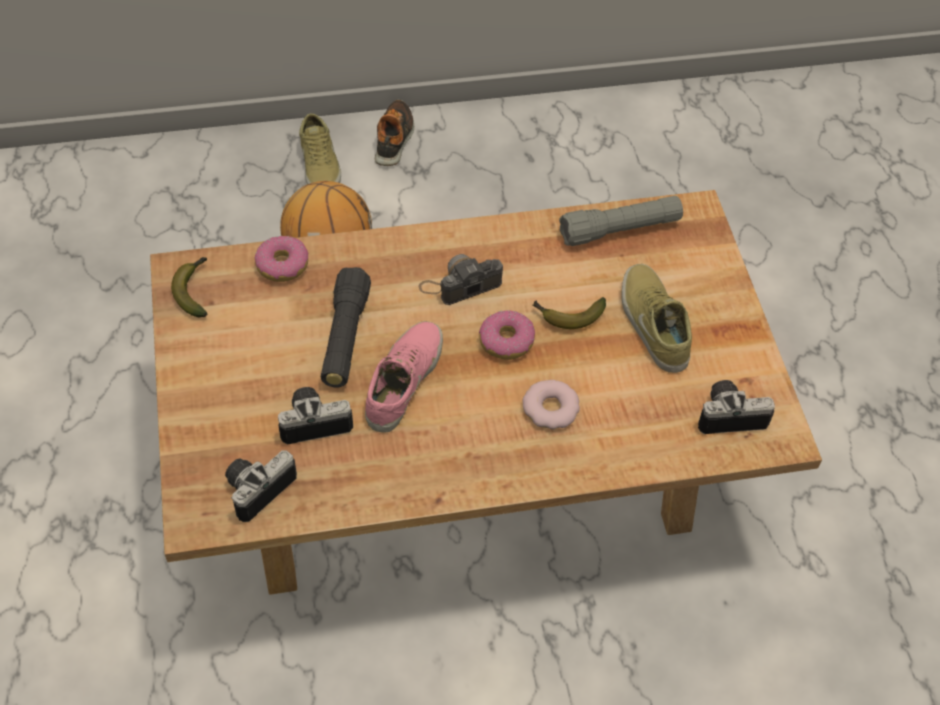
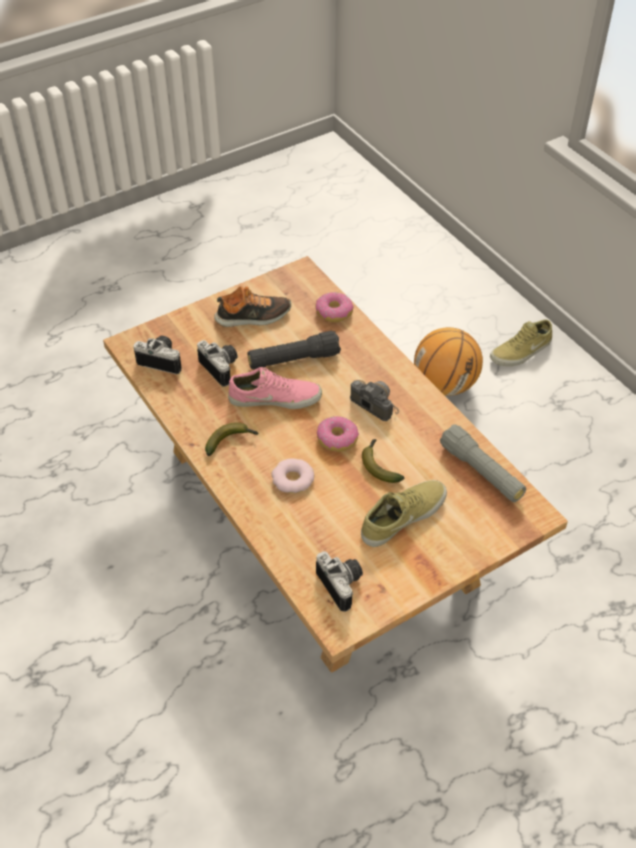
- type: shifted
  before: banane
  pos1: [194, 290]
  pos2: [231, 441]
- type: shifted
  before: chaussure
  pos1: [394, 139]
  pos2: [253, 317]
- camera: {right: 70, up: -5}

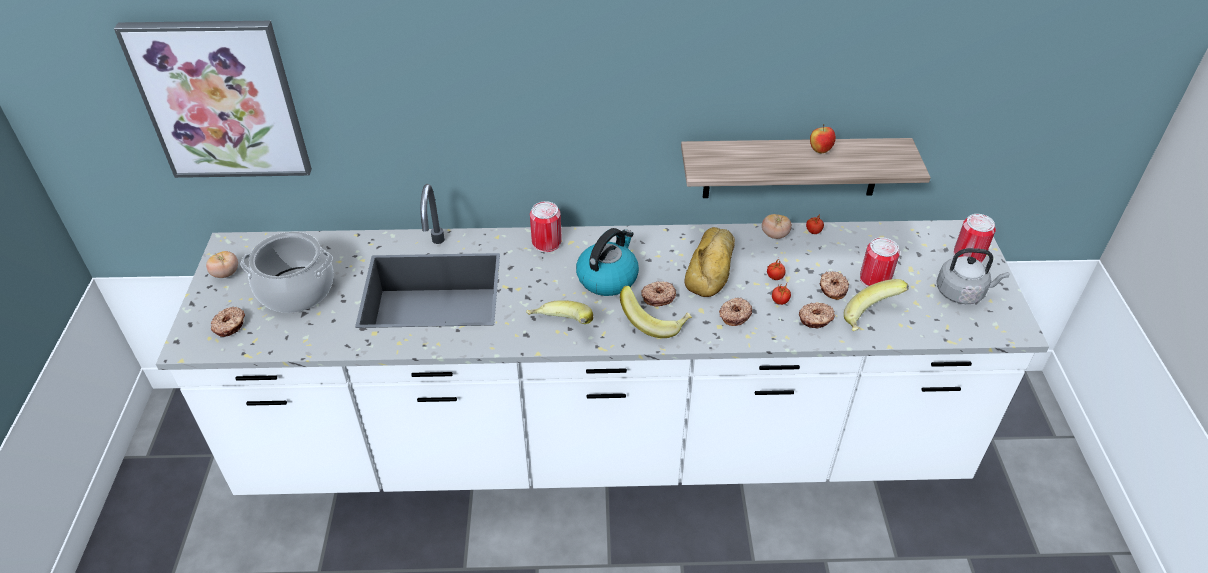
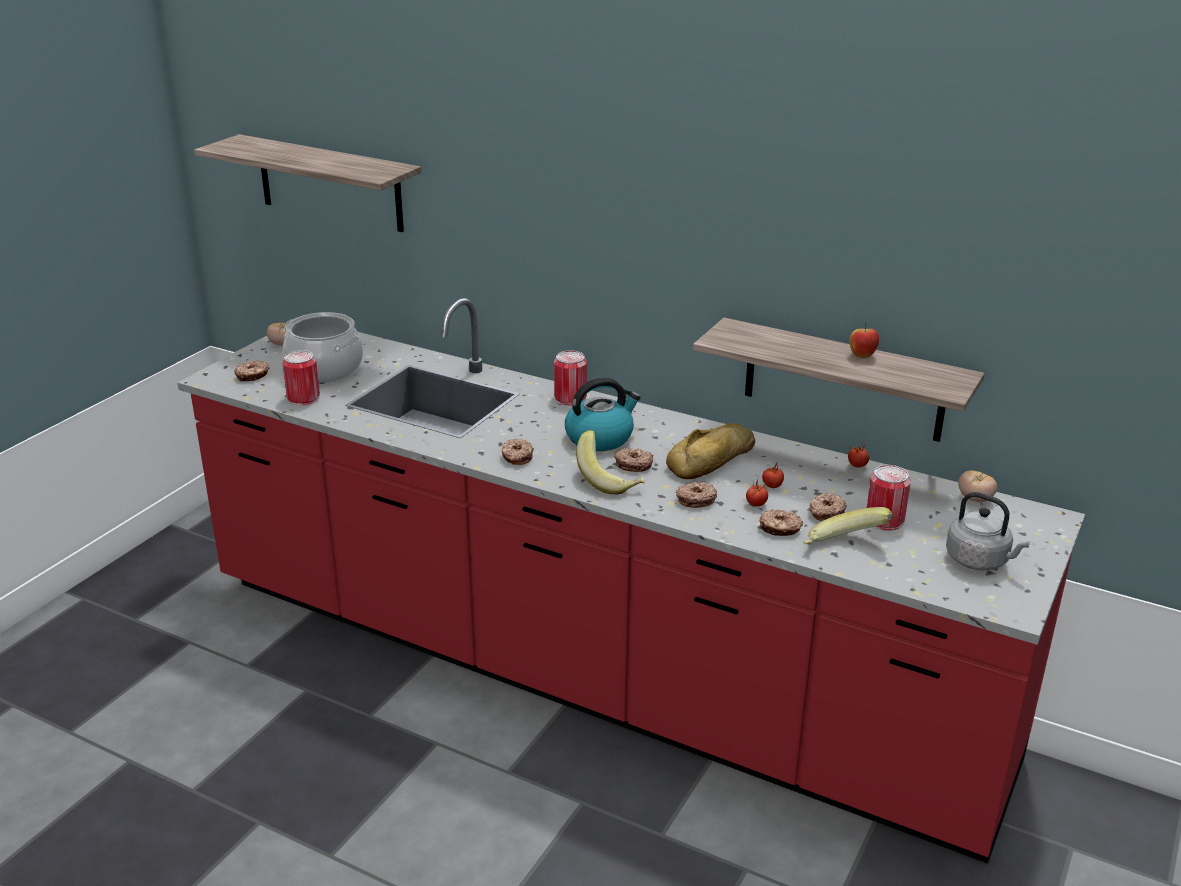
- type: swapped
  before: tableau
  after: étagère
  pos1: [221, 100]
  pos2: [330, 183]
- type: repainted
  before: comptoir de cuisine [blanc]
  after: comptoir de cuisine [rouge]
  pos1: [604, 445]
  pos2: [589, 673]
- type: swapped
  before: banane
  after: beignet
  pos1: [560, 327]
  pos2: [516, 457]
- type: shifted
  before: tomate
  pos1: [775, 235]
  pos2: [975, 499]
- type: shifted
  before: boîte métallique
  pos1: [968, 255]
  pos2: [303, 398]
- camera: {right: 30, up: -15}

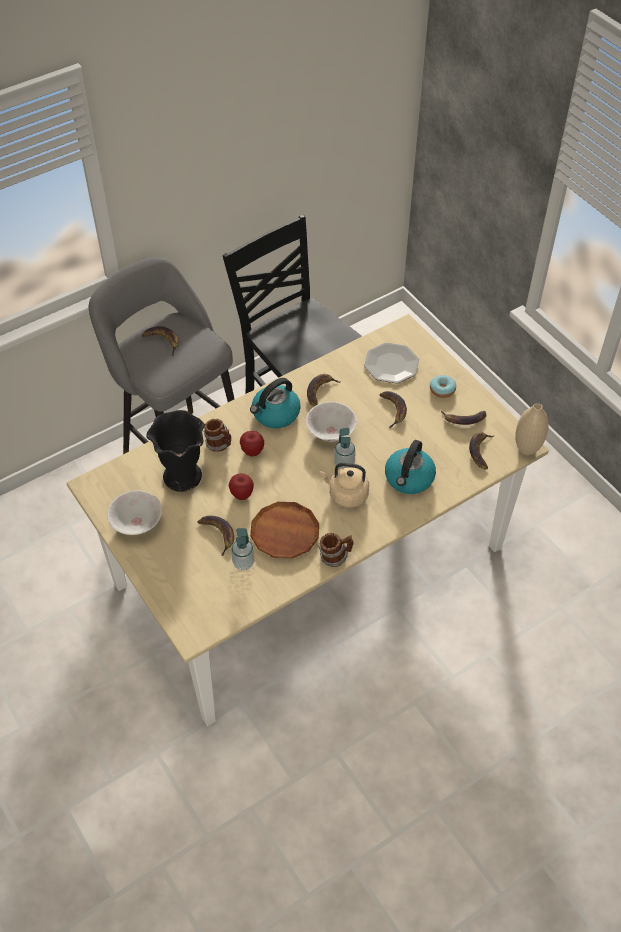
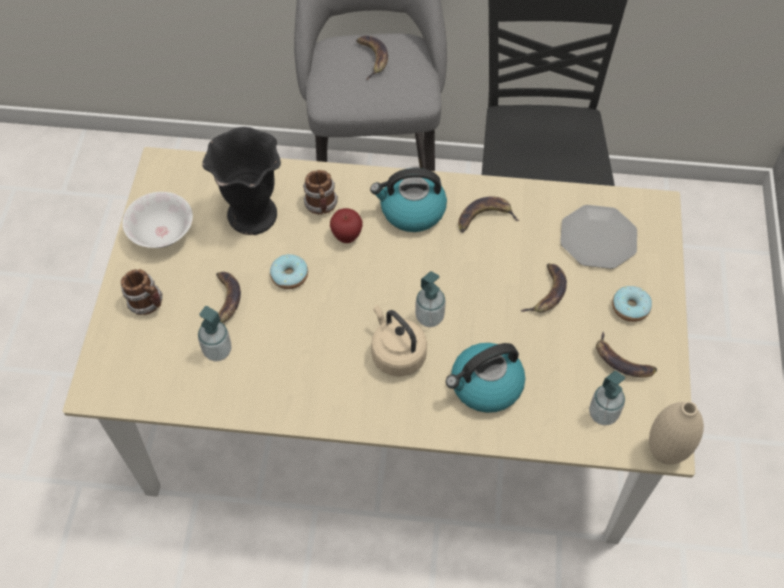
- type: swapped
  before: pomme
  after: beignet
  pos1: [242, 495]
  pos2: [289, 276]
- type: gone
  before: assiette [marron]
  pos1: [285, 533]
- type: gone
  before: bol [blanc]
  pos1: [331, 432]
- type: shifted
  before: mug
  pos1: [335, 557]
  pos2: [148, 304]
- type: swapped
  before: banane
  after: distributeur de savon
  pos1: [480, 451]
  pos2: [603, 414]
- camera: {right: 40, up: 5}

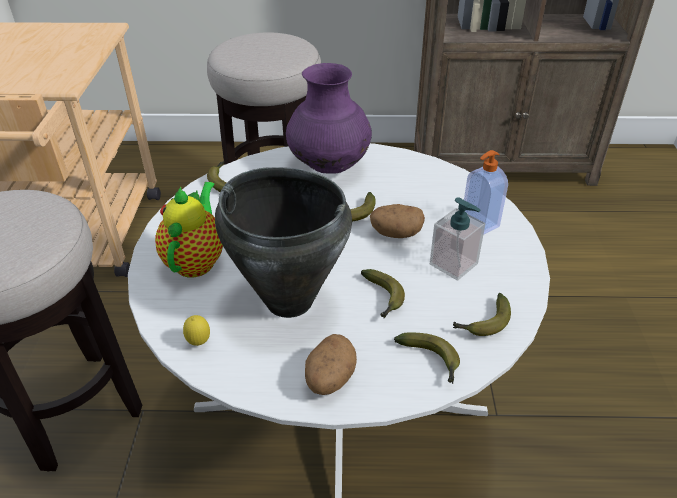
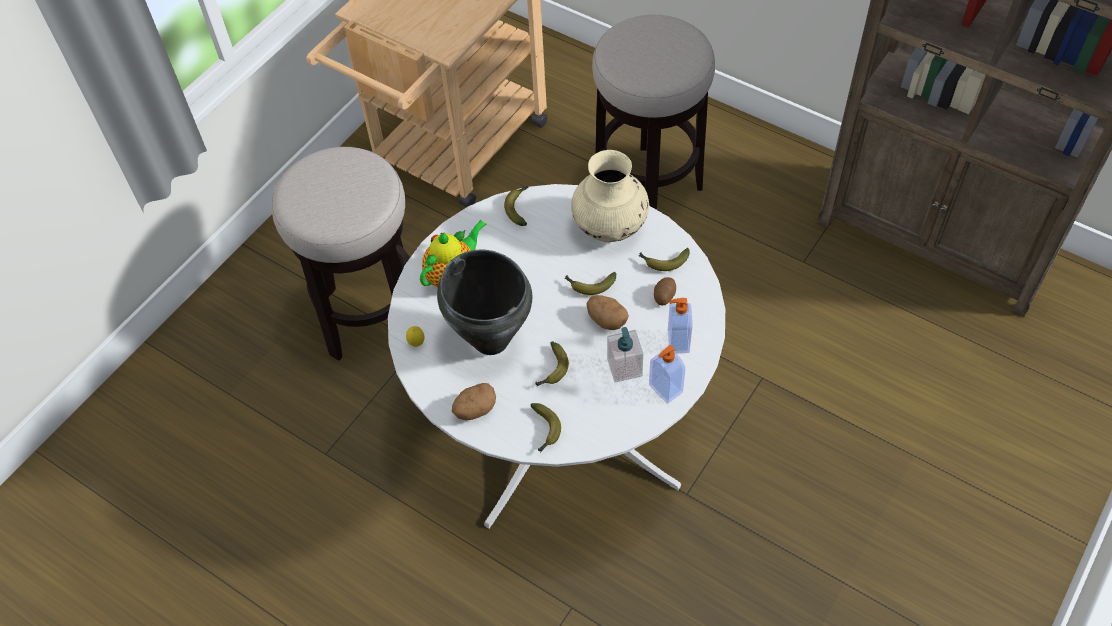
- type: repainted
  before: vase [violet]
  after: vase [beige]
  pos1: [329, 167]
  pos2: [610, 227]
- type: shifted
  before: banane
  pos1: [483, 323]
  pos2: [663, 262]
- type: new
  after: distributeur de savon
  pos2: [664, 389]
- type: new
  after: pomme de terre
  pos2: [664, 296]
- camera: {right: 35, up: 15}

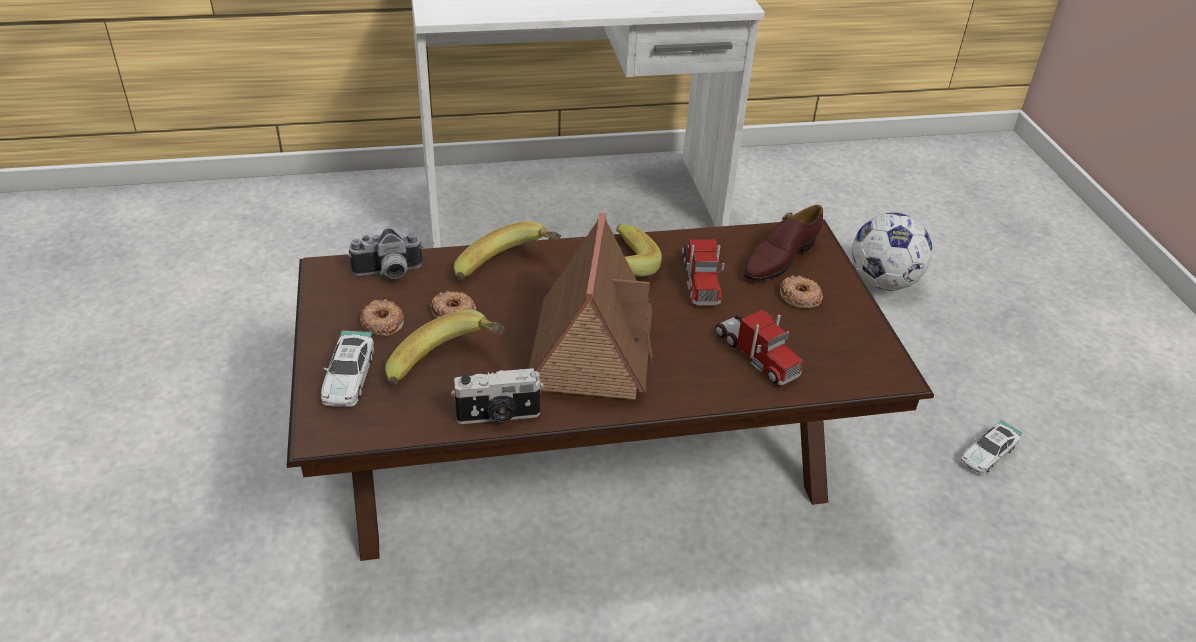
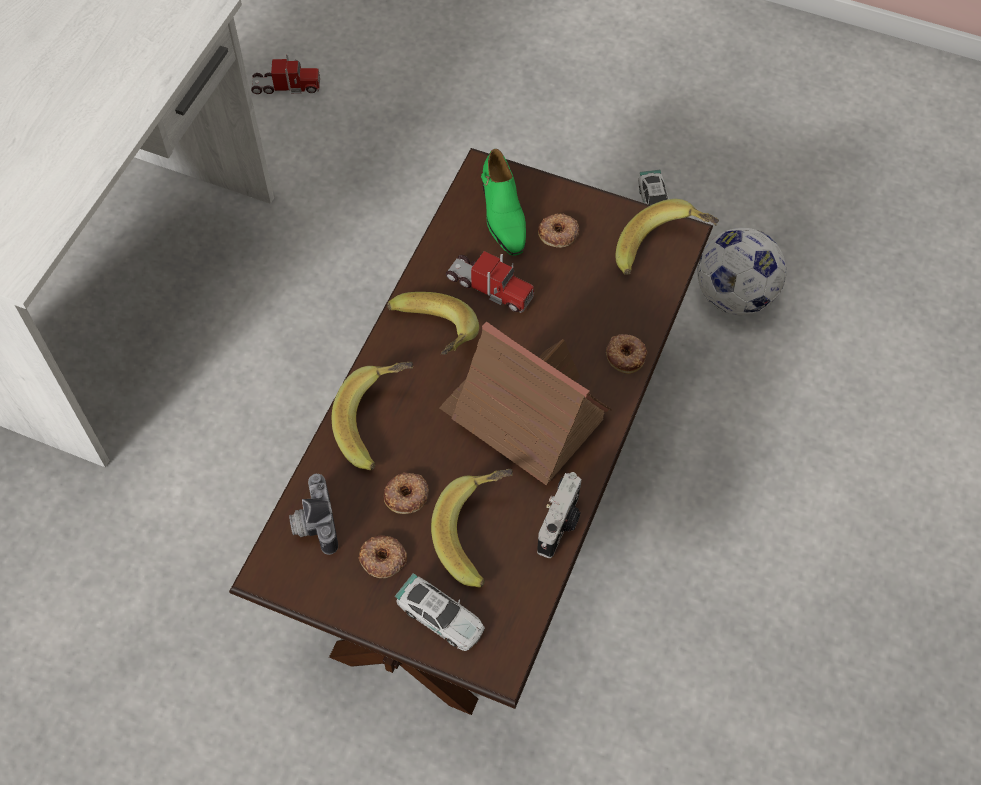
- type: rotated
  before: appareil photo
  pos1: [388, 273]
  pos2: [313, 523]
  turn: 150
- type: shifted
  before: camion jouet
  pos1: [756, 355]
  pos2: [286, 86]
- type: repainted
  before: chaussure [marron]
  after: chaussure [vert]
  pos1: [779, 259]
  pos2: [502, 215]
- type: shifted
  before: ballon de foot
  pos1: [883, 282]
  pos2: [734, 295]
- type: new
  after: beignet
  pos2: [626, 355]
- type: new
  after: banane
  pos2: [663, 252]
- camera: {right: -55, up: 20}

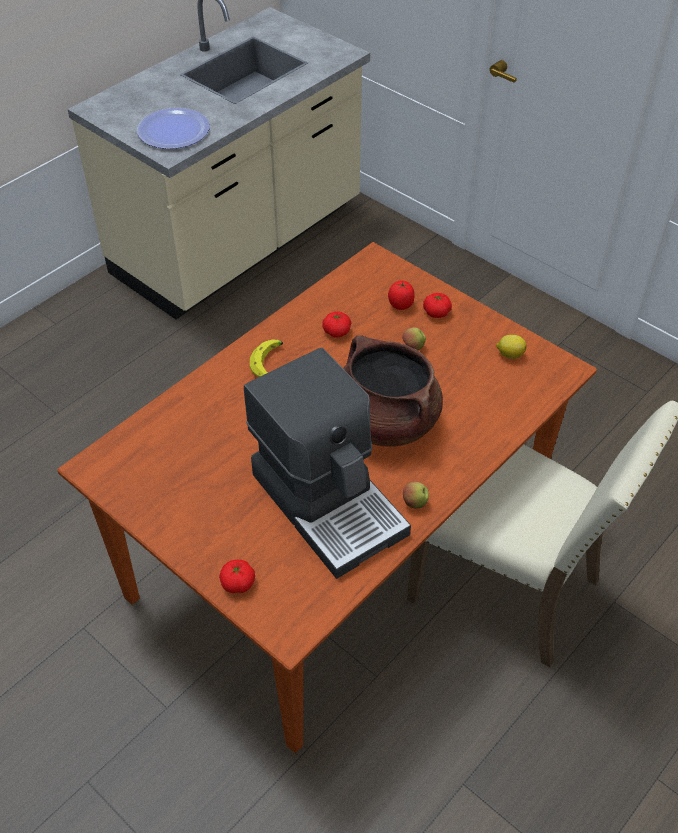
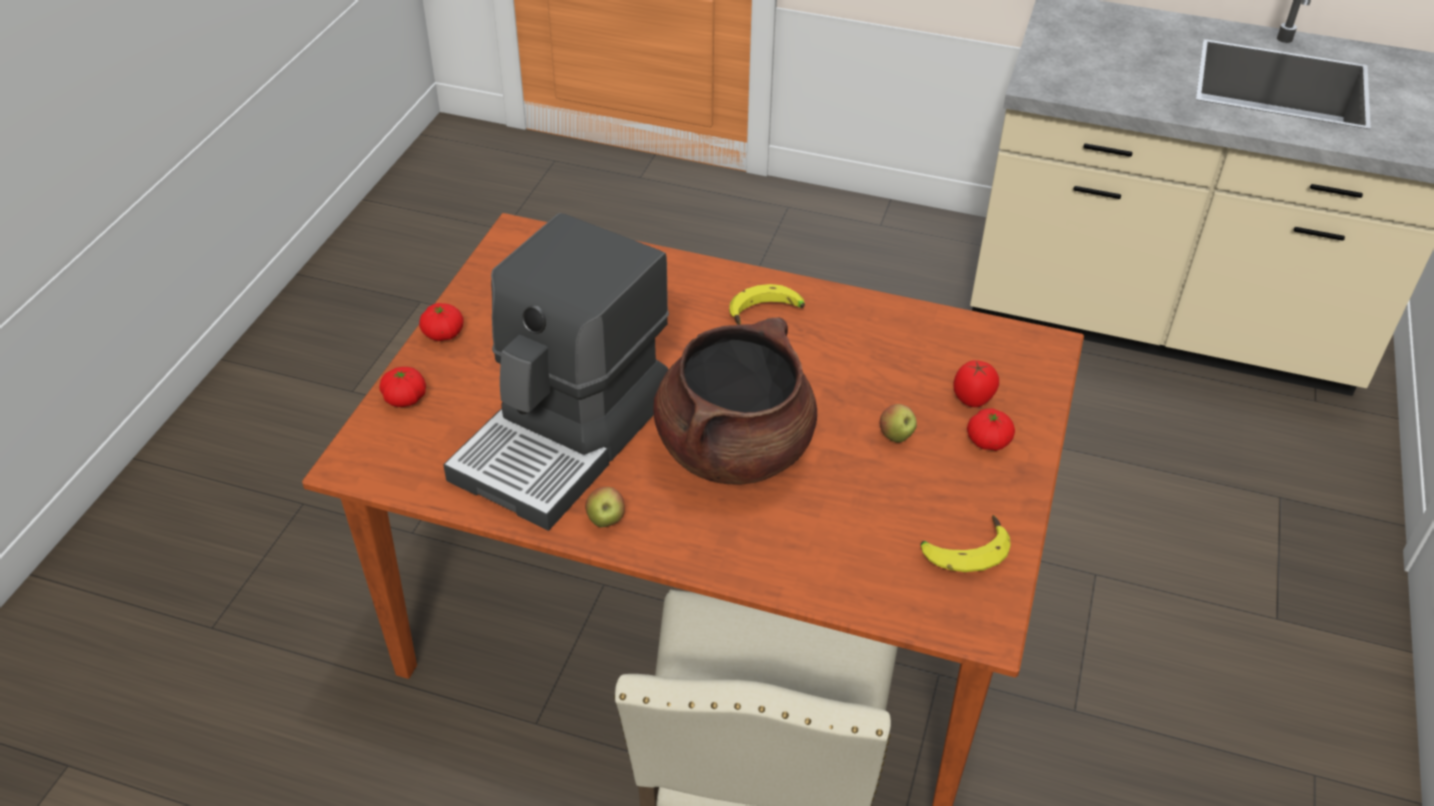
- type: gone
  before: assiette
  pos1: [173, 130]
- type: shifted
  before: tomate
  pos1: [336, 332]
  pos2: [443, 334]
- type: swapped
  before: citron
  after: banane
  pos1: [509, 354]
  pos2: [963, 548]
- camera: {right: 65, up: -5}

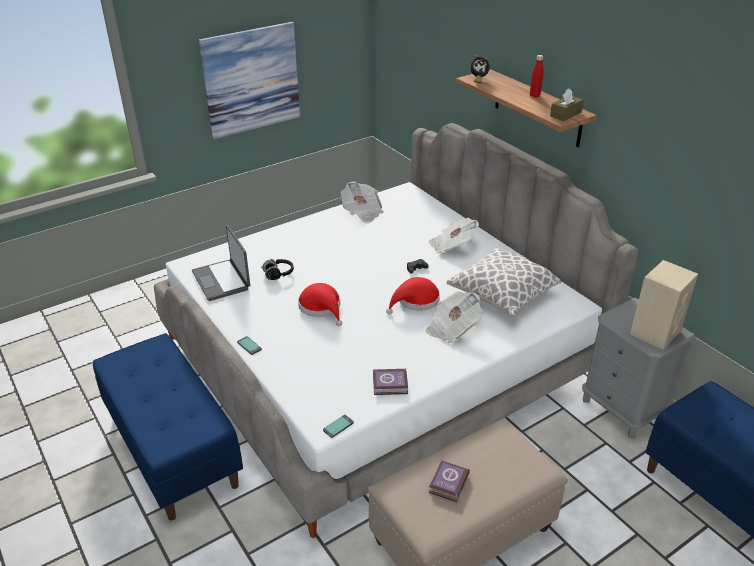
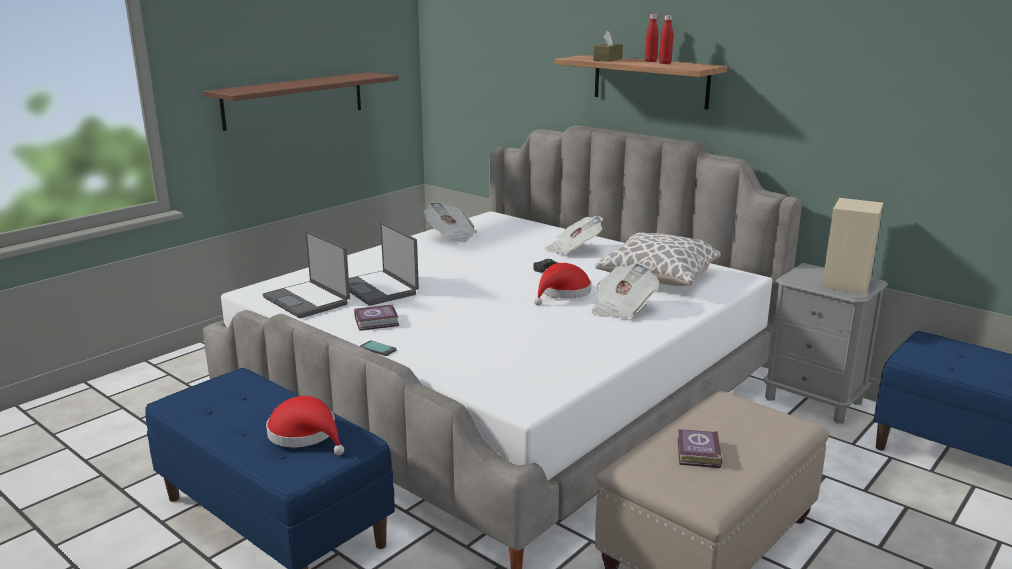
- type: swapped
  before: tableau
  after: étagère [marron]
  pos1: [251, 80]
  pos2: [294, 100]
- type: swapped
  before: casque audio [noir]
  after: ordinateur portable
  pos1: [278, 274]
  pos2: [379, 289]
- type: shifted
  before: chapeau [rouge]
  pos1: [321, 307]
  pos2: [306, 434]
- type: gone
  before: téléphone
  pos1: [338, 426]
- type: shifted
  before: livre
  pos1: [391, 385]
  pos2: [378, 322]
- type: gone
  before: réveil
  pos1: [478, 79]
- type: shifted
  before: boîte à mouchoirs [marron]
  pos1: [565, 114]
  pos2: [607, 59]
- type: new
  after: bouteille [rouge]
  pos2: [665, 63]
- camera: {right: -15, up: -15}

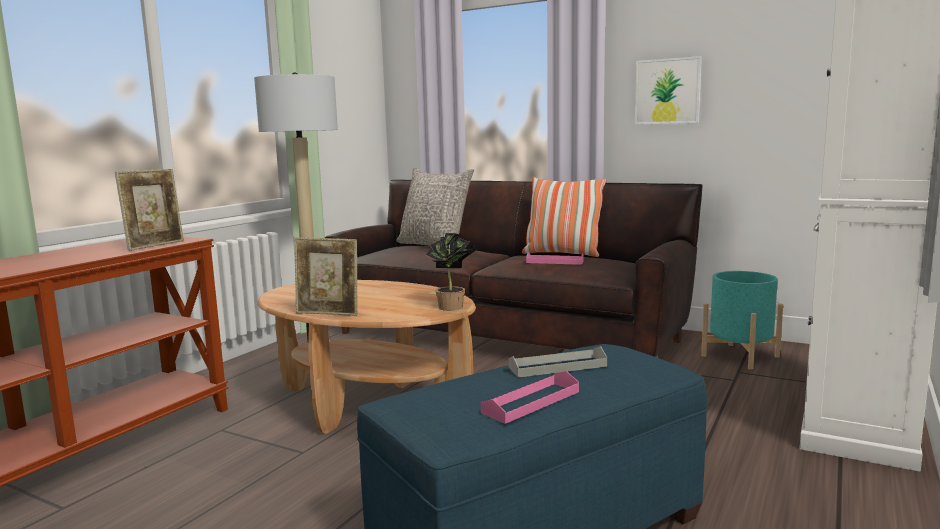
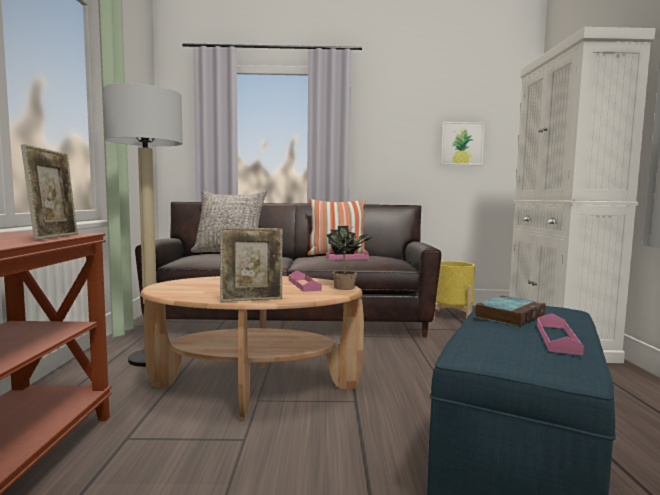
- type: swapped
  before: plateau [gris]
  after: livre
  pos1: [557, 367]
  pos2: [509, 315]
- type: shifted
  before: tableau
  pos1: [667, 91]
  pos2: [461, 143]
- type: repainted
  before: cache-pot [turquoise]
  after: cache-pot [jaune]
  pos1: [740, 356]
  pos2: [452, 316]
- type: new
  after: plateau [rose]
  pos2: [304, 285]
- camera: {right: -30, up: -5}

